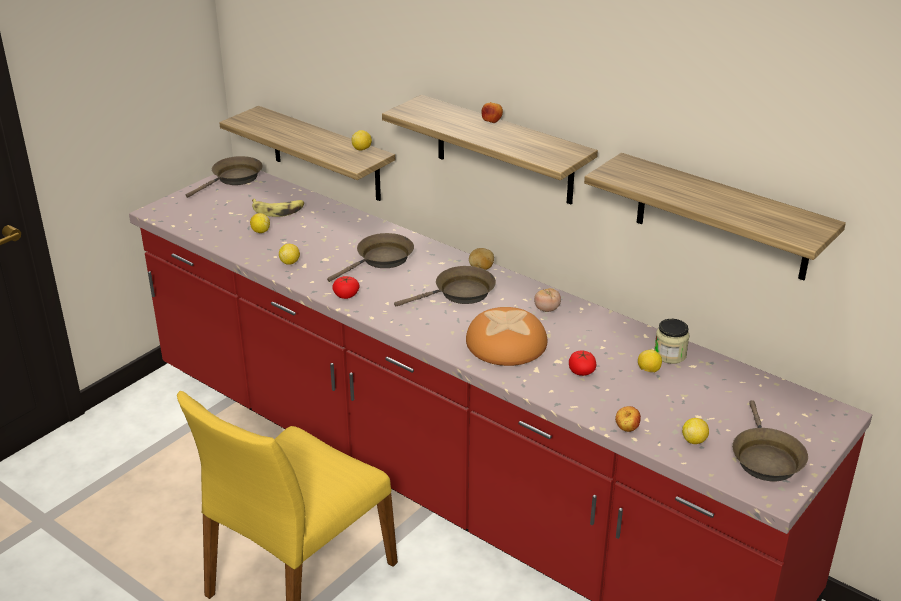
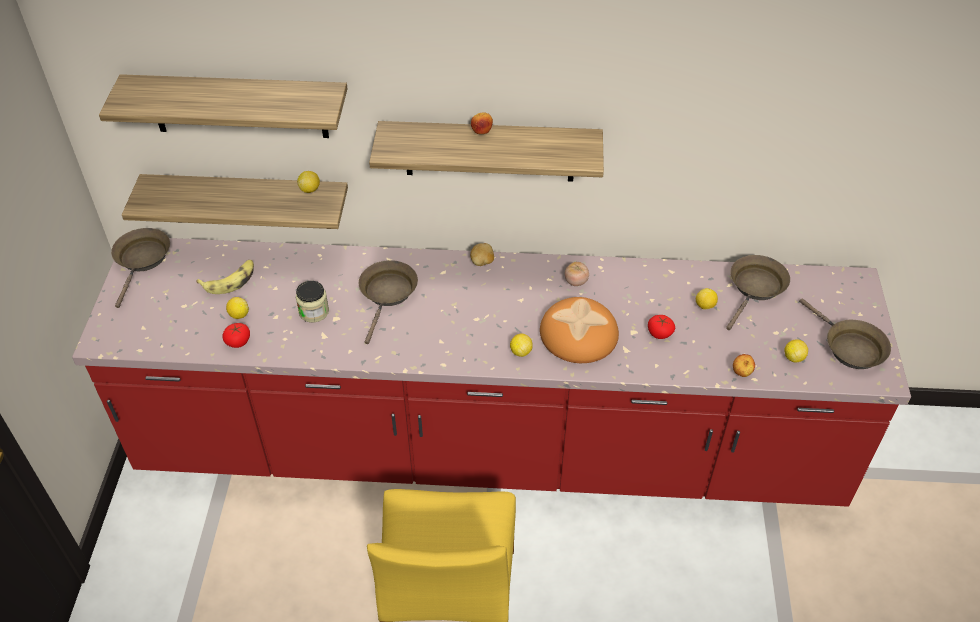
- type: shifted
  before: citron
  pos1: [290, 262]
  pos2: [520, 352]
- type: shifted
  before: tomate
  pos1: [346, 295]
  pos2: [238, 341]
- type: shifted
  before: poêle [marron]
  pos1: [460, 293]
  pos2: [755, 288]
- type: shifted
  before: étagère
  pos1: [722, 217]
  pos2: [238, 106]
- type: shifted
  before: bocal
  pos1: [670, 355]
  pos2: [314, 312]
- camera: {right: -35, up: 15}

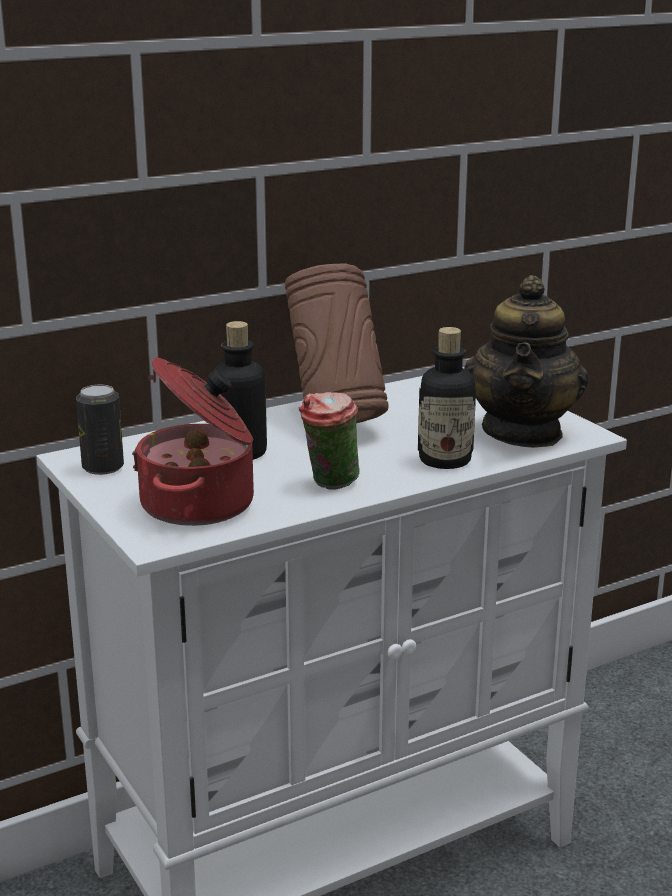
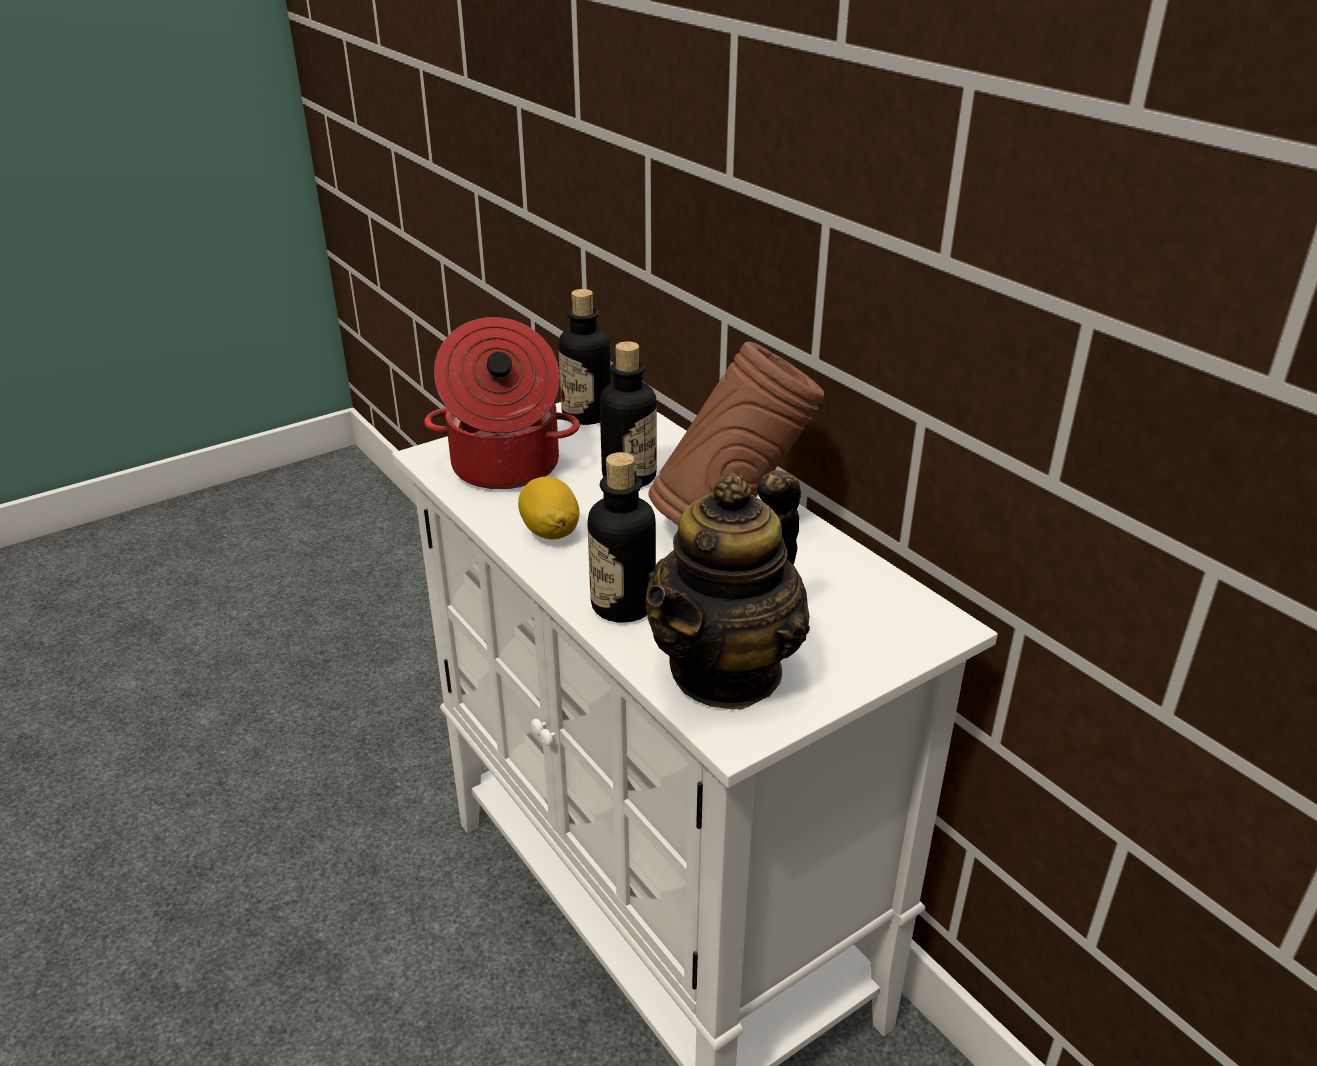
- type: swapped
  before: boîte métallique
  after: bouteille
  pos1: [103, 467]
  pos2: [586, 415]
- type: swapped
  before: tasse
  after: citron
  pos1: [329, 484]
  pos2: [550, 532]
- type: rotated
  before: théière
  pos1: [523, 432]
  pos2: [727, 671]
  turn: -60
- camera: {right: 85, up: 10}

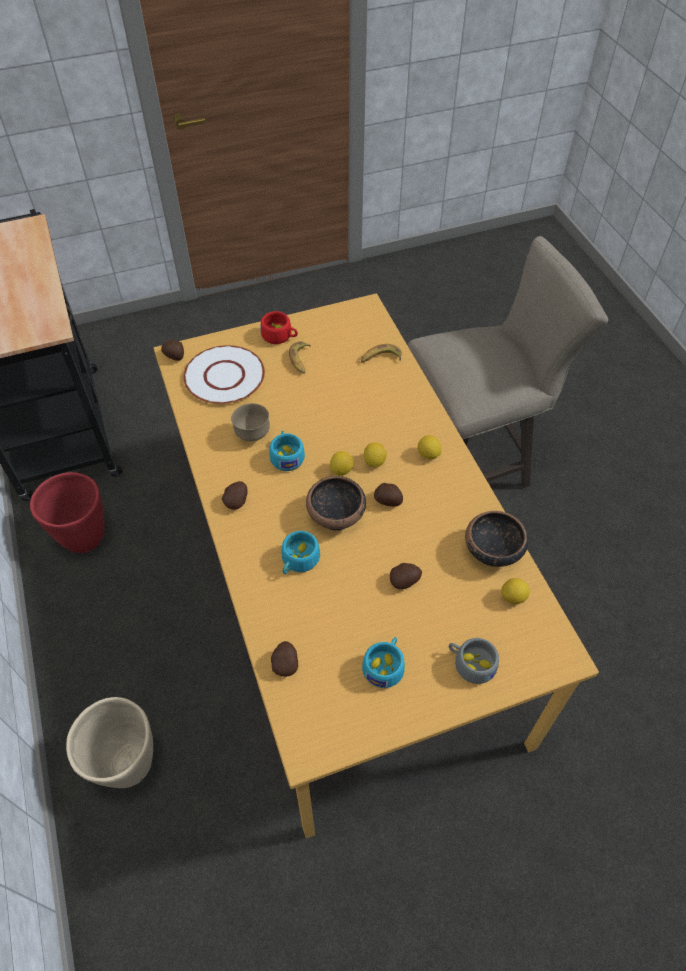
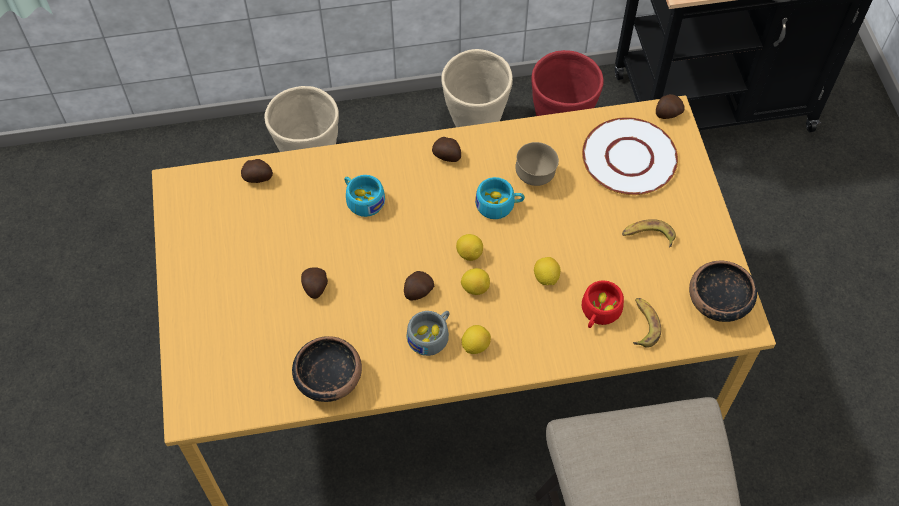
- type: shifted
  before: tasse [rouge]
  pos1: [280, 336]
  pos2: [599, 313]
- type: shifted
  before: bol
  pos1: [336, 515]
  pos2: [717, 303]
- type: gone
  before: tasse [turquoise]
  pos1: [385, 665]
- type: shifted
  before: tasse [gris]
  pos1: [470, 663]
  pos2: [431, 335]
- type: shifted
  before: citron
  pos1: [513, 597]
  pos2: [546, 277]
- type: new
  after: cache-pot [beige]
  pos2: [475, 124]
- camera: {right: 100, up: 5}

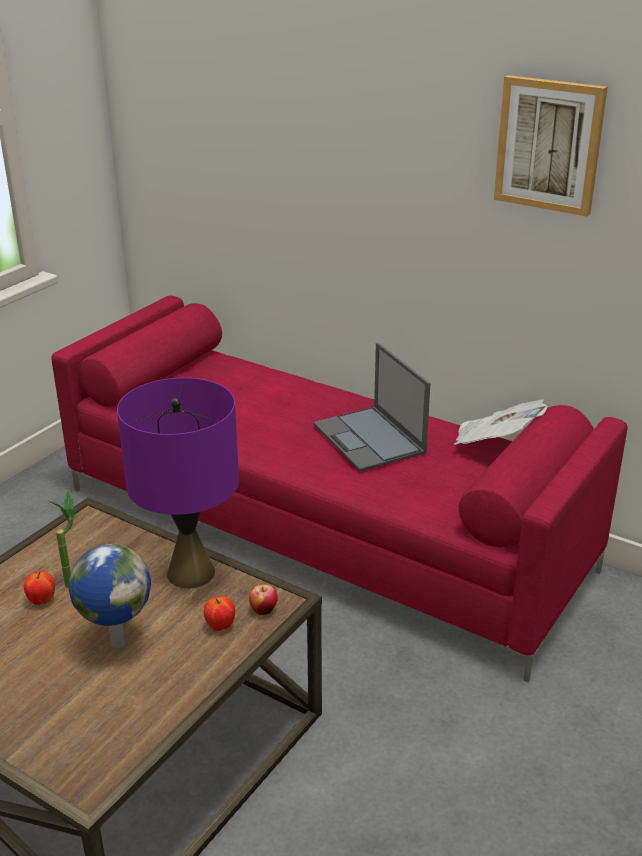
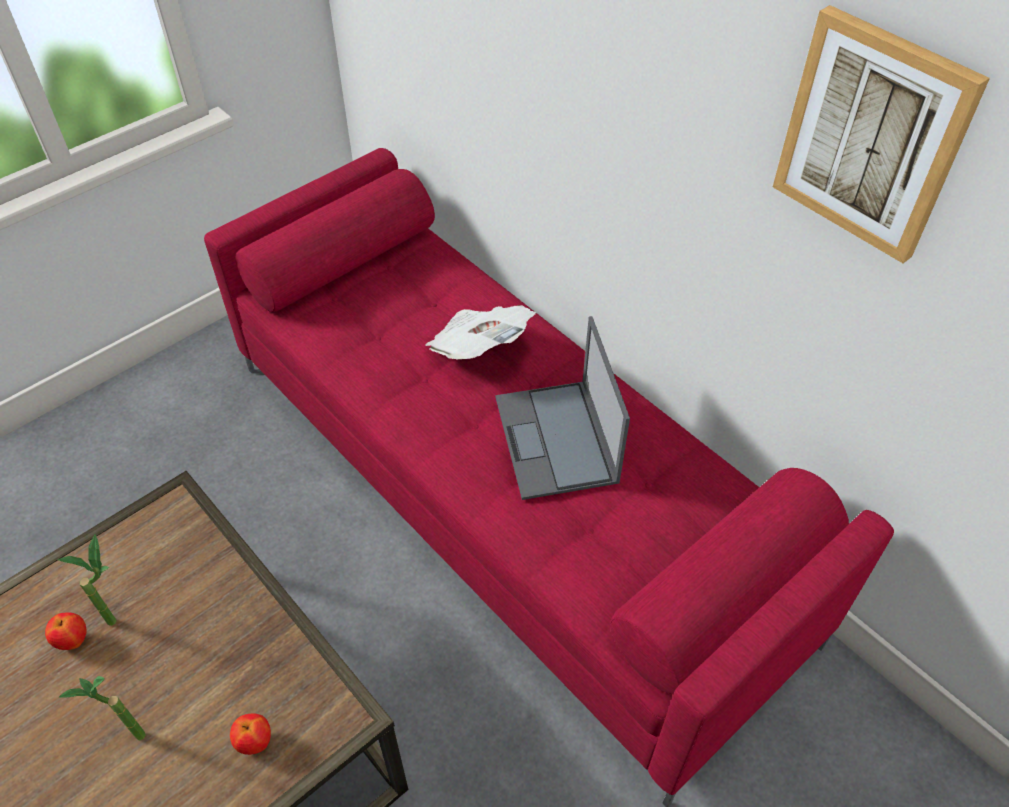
- type: swapped
  before: globe
  after: plante en pot
  pos1: [117, 642]
  pos2: [129, 737]
- type: gone
  before: lampe de table [violet]
  pos1: [190, 573]
- type: gone
  before: pomme
  pos1: [263, 610]
- type: shifted
  before: journal
  pos1: [495, 443]
  pos2: [479, 349]
- camera: {right: 15, up: 20}

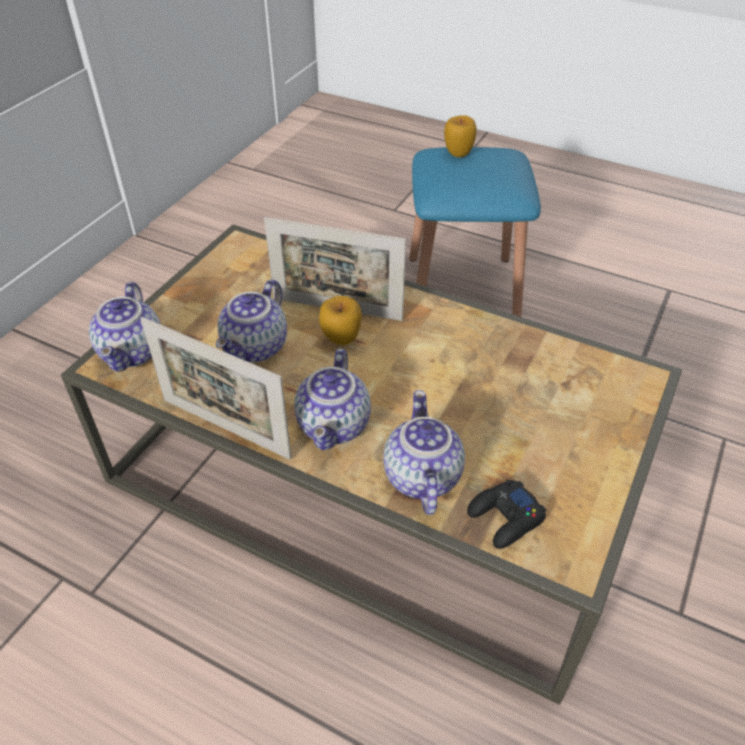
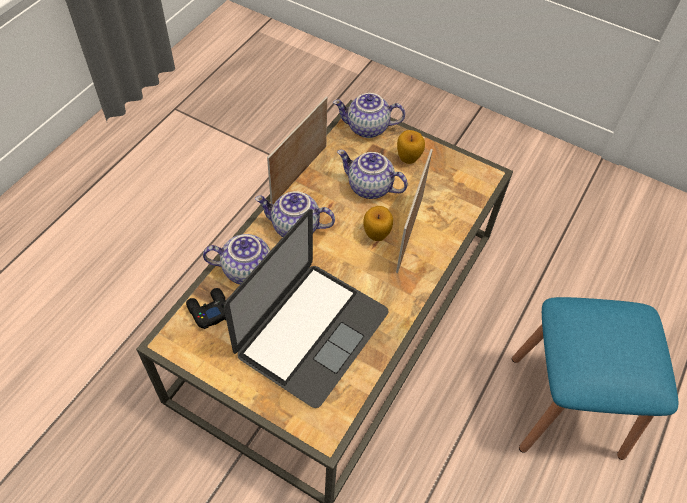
- type: shifted
  before: pomme
  pos1: [458, 153]
  pos2: [408, 158]
- type: new
  after: ordinateur portable
  pos2: [312, 332]
- camera: {right: 90, up: 10}

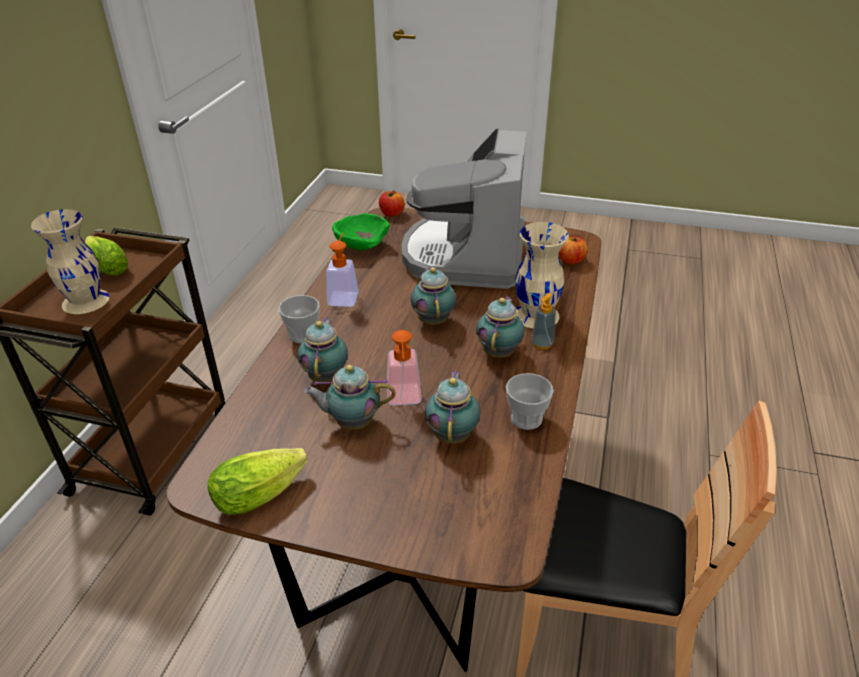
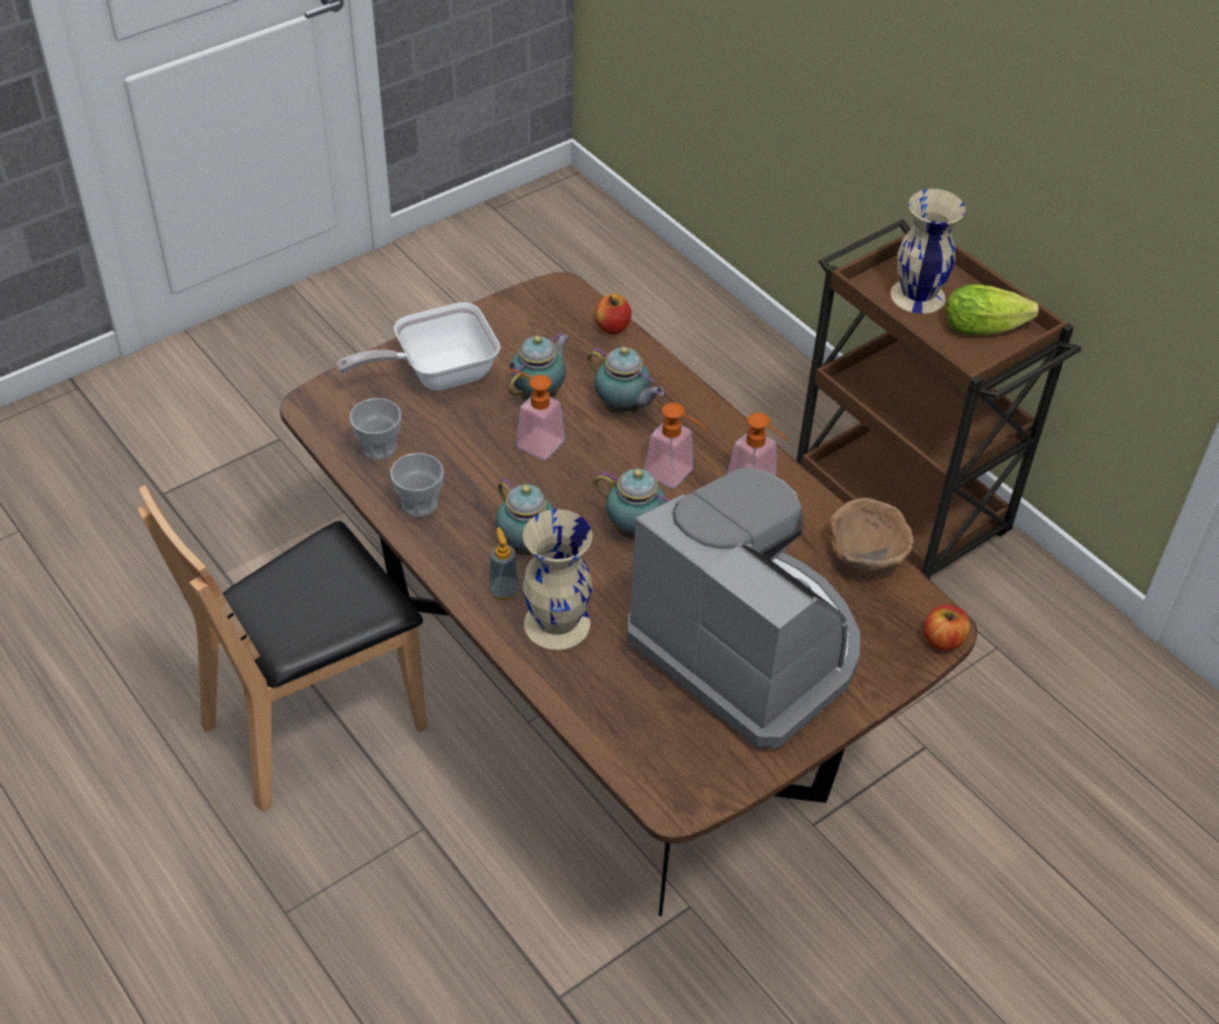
- type: gone
  before: laitue
  pos1: [264, 492]
- type: shifted
  before: tasse
  pos1: [303, 335]
  pos2: [378, 447]
- type: repainted
  before: bol [vert]
  after: bol [marron]
  pos1: [361, 246]
  pos2: [868, 558]
- type: gone
  before: théière
  pos1: [452, 434]
- type: shifted
  before: pomme
  pos1: [571, 260]
  pos2: [612, 327]
- type: new
  after: poêle
  pos2: [436, 374]
- type: new
  after: distributeur de savon
  pos2: [675, 476]
- camera: {right: 125, up: 10}

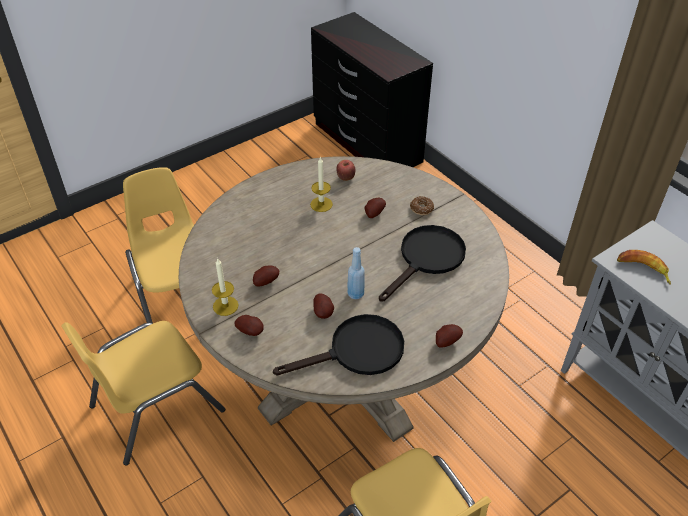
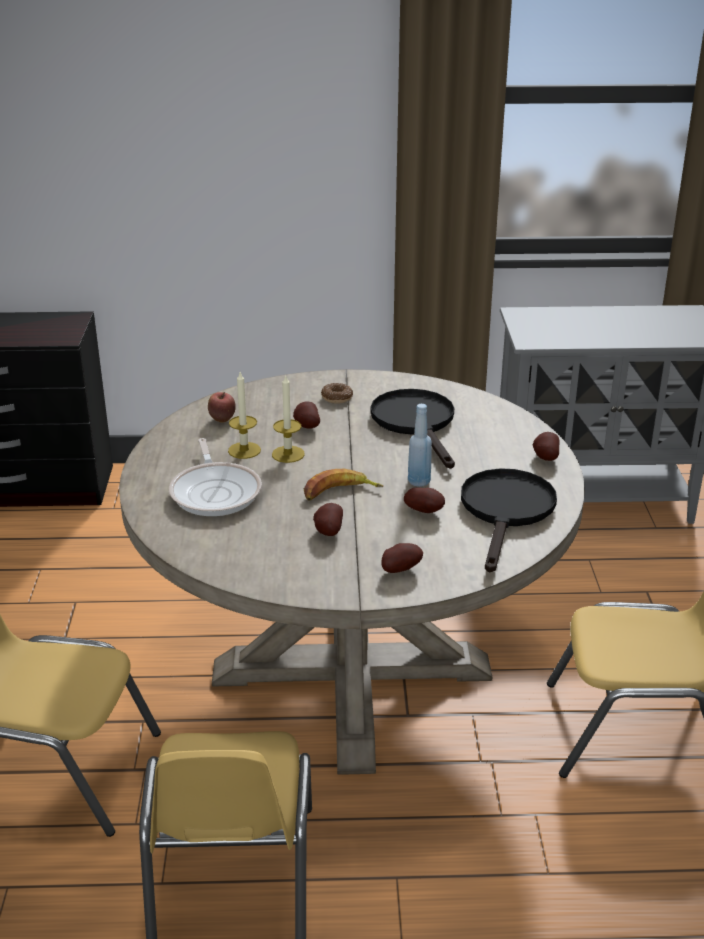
- type: shifted
  before: bougie
  pos1: [225, 306]
  pos2: [288, 454]
- type: shifted
  before: banane
  pos1: [643, 269]
  pos2: [339, 492]
- type: new
  after: poêle
  pos2: [216, 492]
- camera: {right: -55, up: -15}

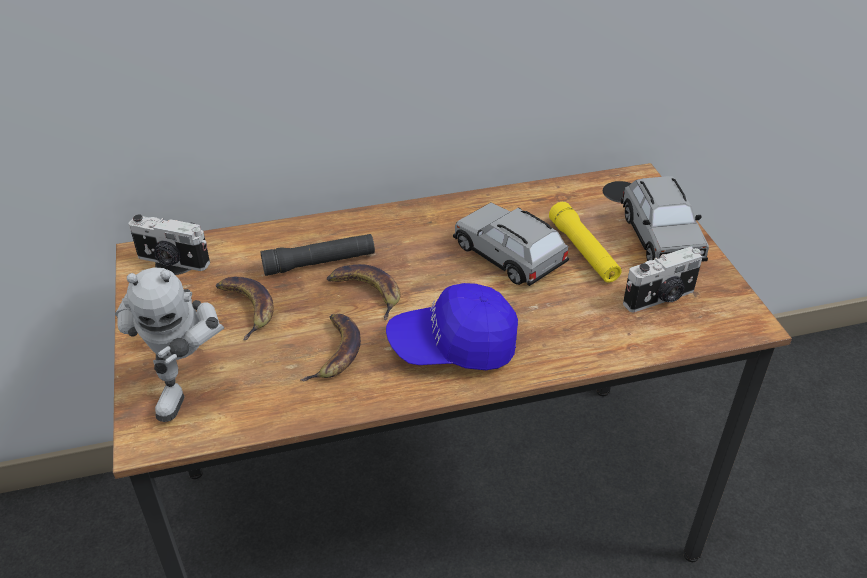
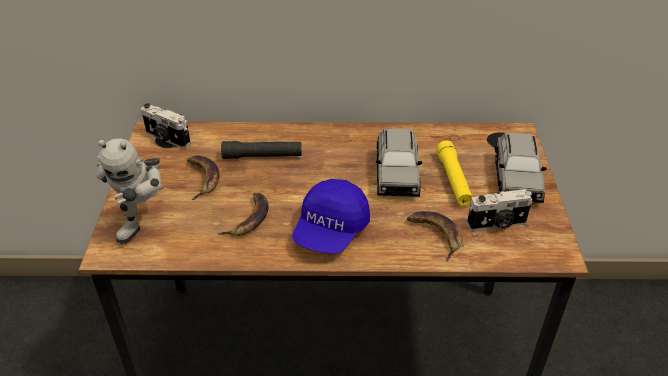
- type: shifted
  before: banane
  pos1: [366, 292]
  pos2: [435, 234]
- type: rotated
  before: casquette [bleu]
  pos1: [453, 347]
  pos2: [330, 231]
  turn: -75
- type: rotated
  before: petite voiture [gris]
  pos1: [509, 256]
  pos2: [397, 174]
  turn: -150
- camera: {right: 15, up: 0}

